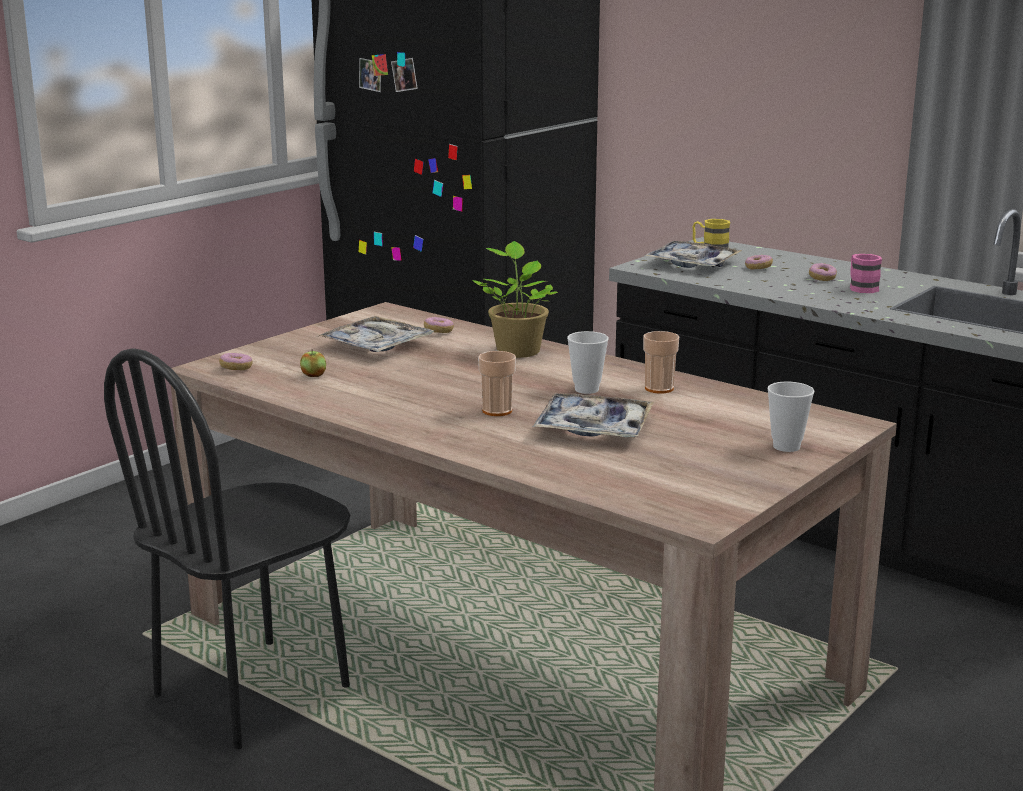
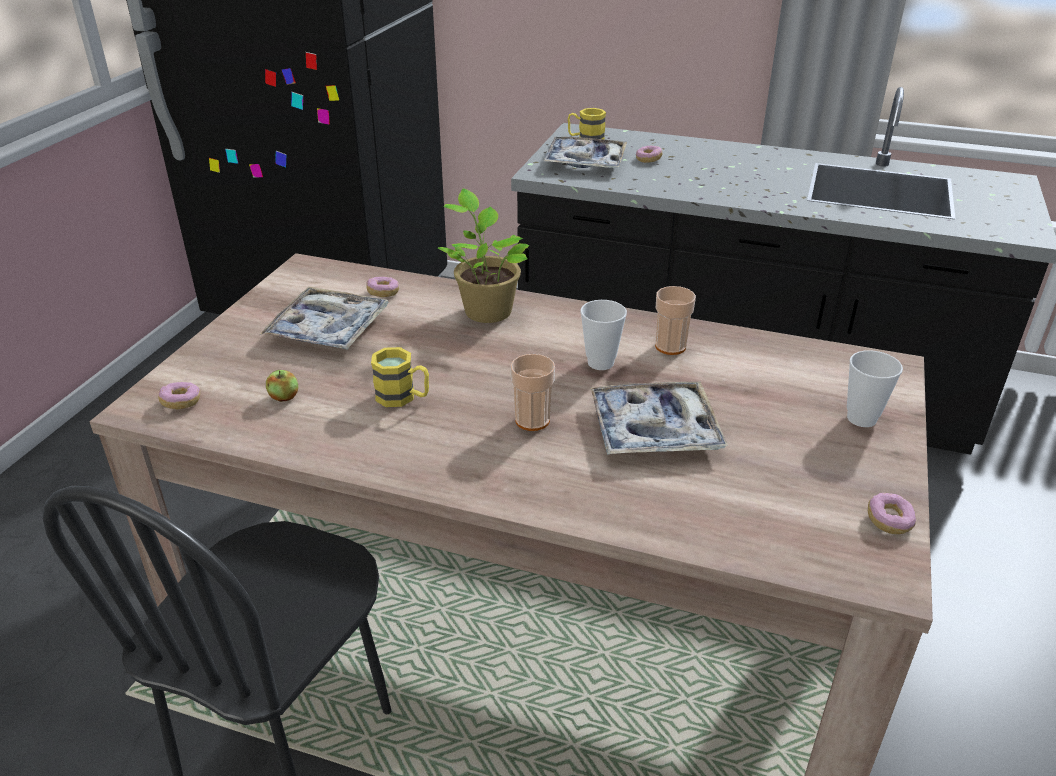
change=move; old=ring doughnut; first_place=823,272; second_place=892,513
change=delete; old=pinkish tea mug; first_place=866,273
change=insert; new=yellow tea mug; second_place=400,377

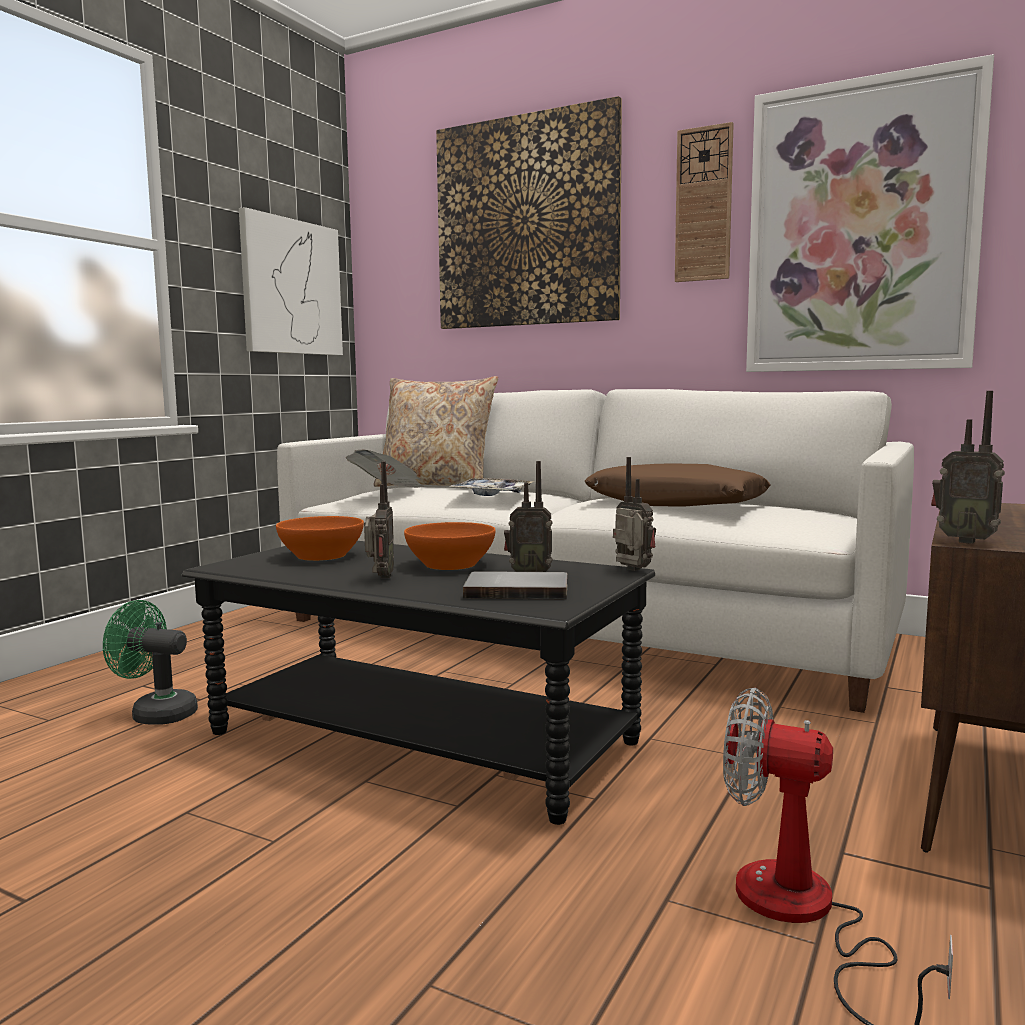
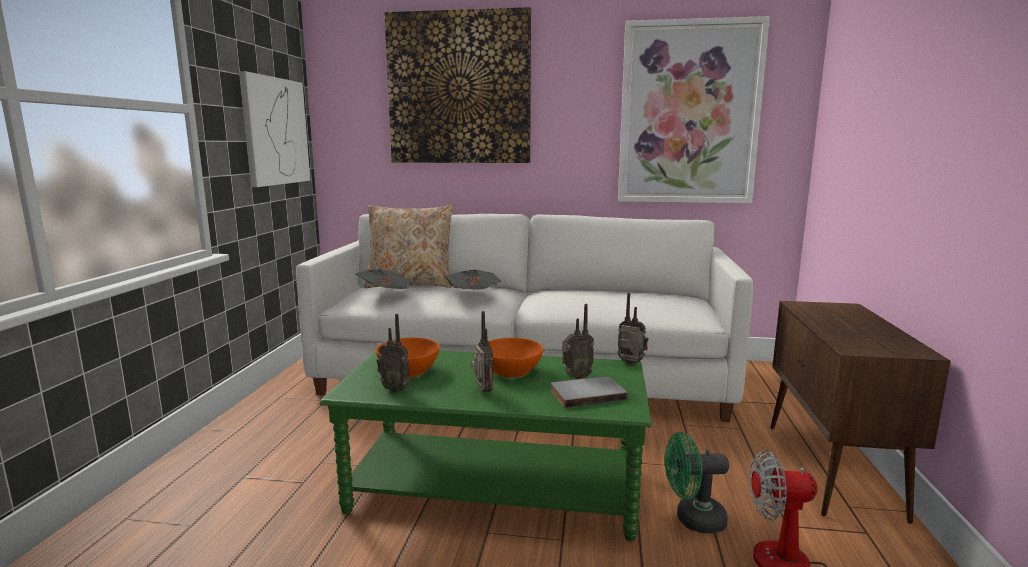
change=move; old=green-coloured fan; first_place=150,662; second_place=697,482
change=recolor; old=blackish lounge table; new=green-coloured lounge table; first_place=418,683; second_place=485,445
change=replace; old=serving tray; new=newspaper; first_place=492,487; second_place=472,280
change=delete; old=brownish cushion; first_place=678,485
change=delete; old=hanging clock; first_place=704,202
change=move; old=radio receiver; first_place=968,467; second_place=393,353

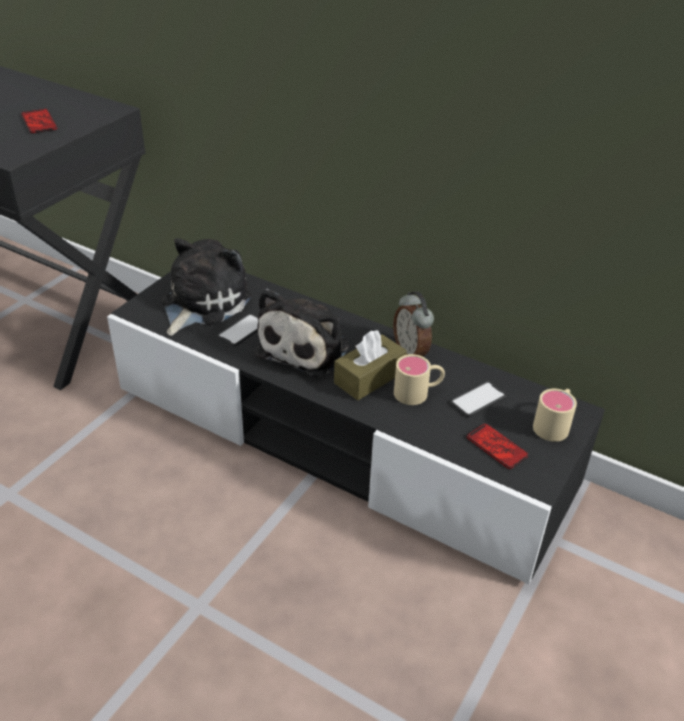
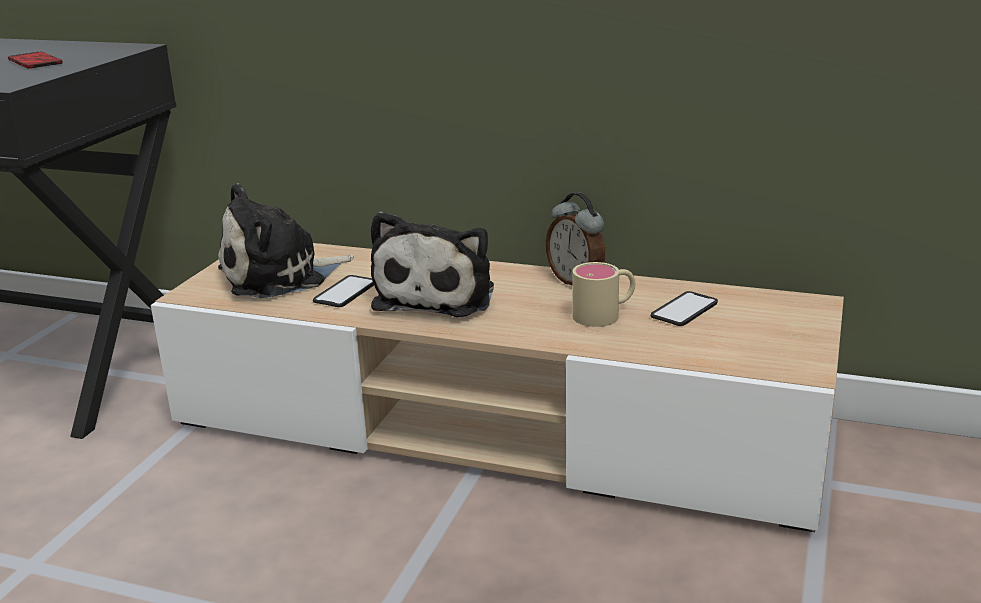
change=recolor; old=blackish tv unit; new=beige-coloured tv unit; first_place=356,427; second_place=497,387
change=rotate; old=cuddly toy; first_place=207,287; second_place=286,240; degrees=-135
change=delete; old=brownish tissue box; first_place=370,365
change=delete; old=telephone; first_place=497,446
change=delete; old=beige-coloured tea mug; first_place=555,415

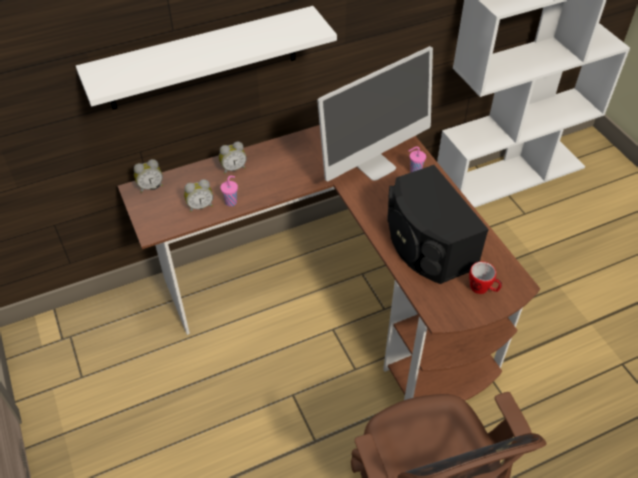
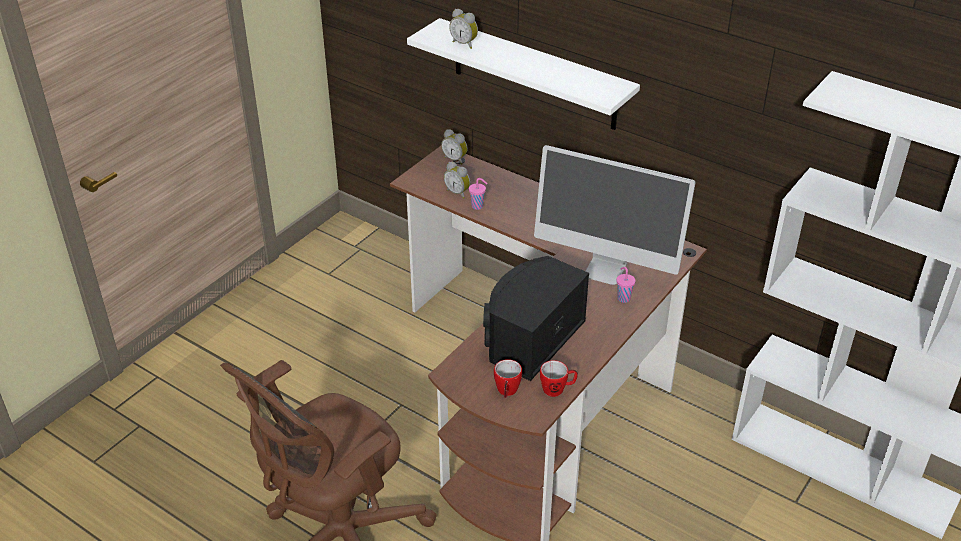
change=move; old=alarm clock; first_place=233,158; second_place=463,29
change=insert; new=tea mug; second_place=559,378

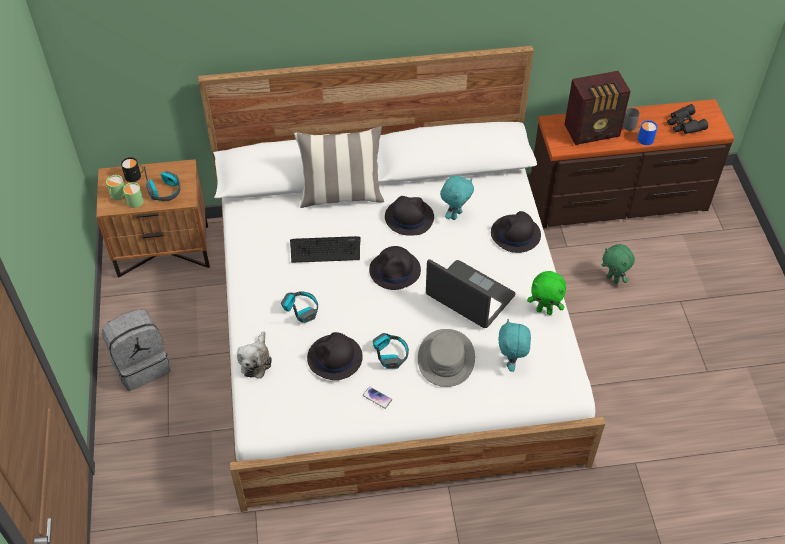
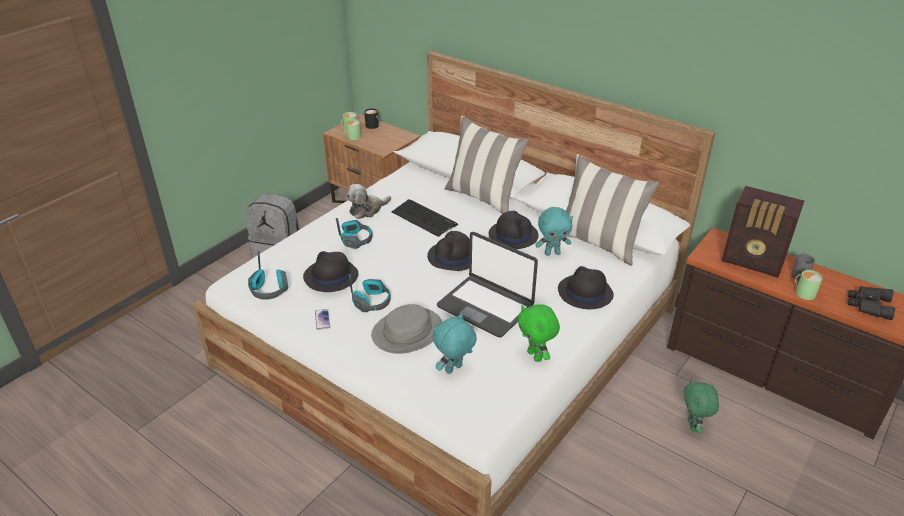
change=move; old=headphones; first_place=162,184; second_place=268,275
change=move; old=cuddly toy; first_place=254,354; second_place=368,201
change=rotate; old=portable computer; first_place=471,293; second_place=487,284; degrees=135
change=recolor; old=blue-coloured tea mug; new=green-coloured tea mug; first_place=646,132; second_place=809,285
change=insert; new=cushion; second_place=613,210

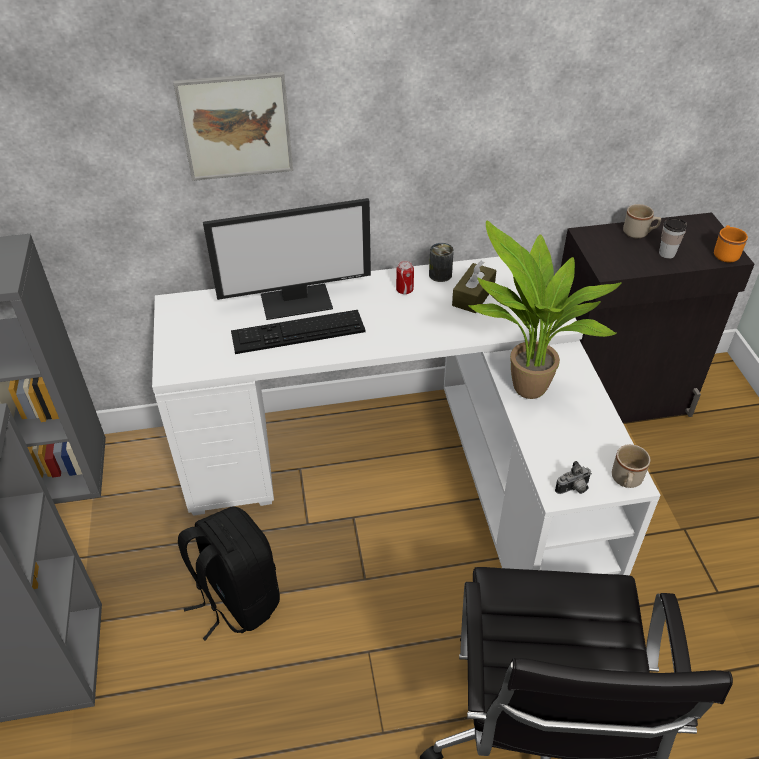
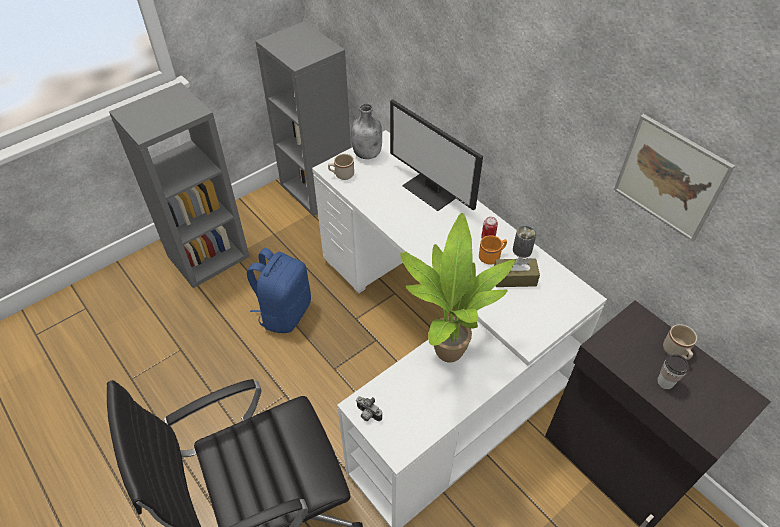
change=move; old=picture; first_place=233,126; second_place=674,178
change=recolor; old=blackish knapsack; new=blue-coloured knapsack; first_place=229,573; second_place=279,290
change=delete; old=computer keyboard; first_place=298,332
change=move; old=beige-coloured tea mug; first_place=631,466; second_place=341,167
change=move; old=orangey tea mug; first_place=731,244; second_place=493,250
change=insert; new=greyish drink bottle; second_place=366,131

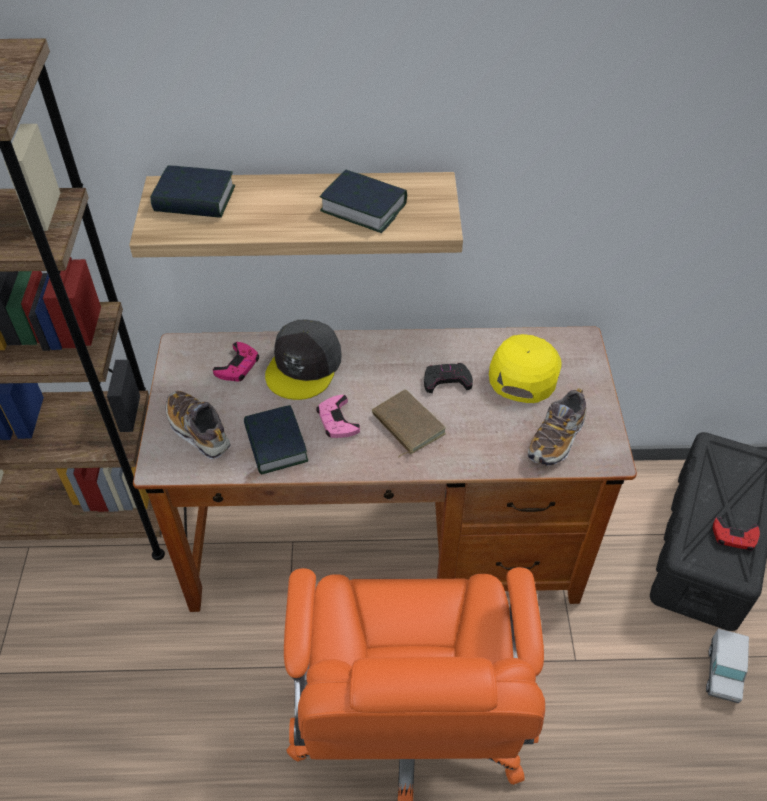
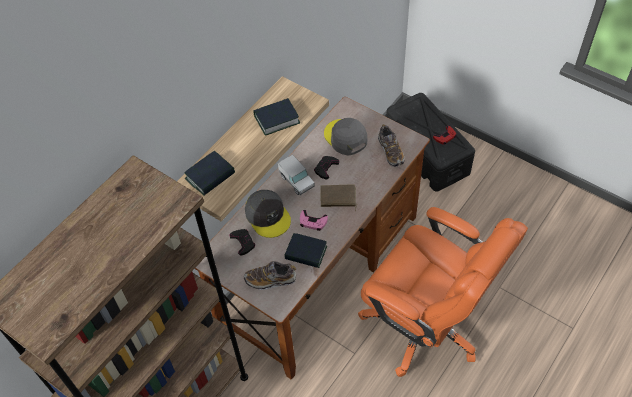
change=recolor; old=pinkish gamepad; new=blackish gamepad; first_place=236,361; second_place=242,242
change=recolor; old=yellow cap; new=greyish cap; first_place=525,368; second_place=345,136
change=move; old=toy truck; first_place=727,666; second_place=296,174

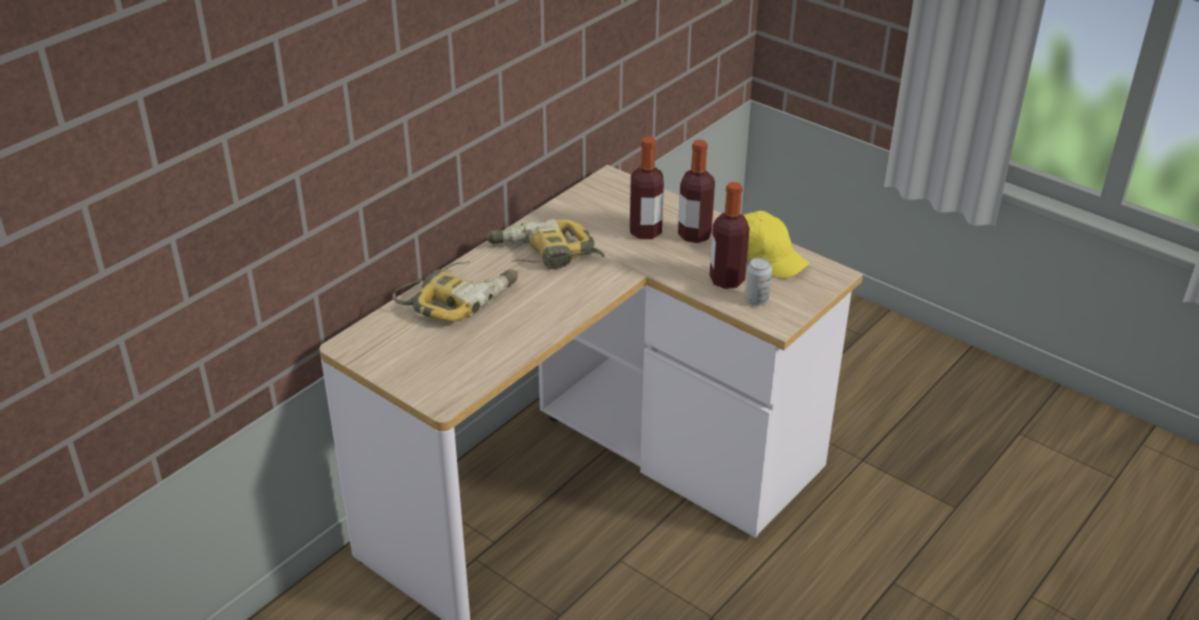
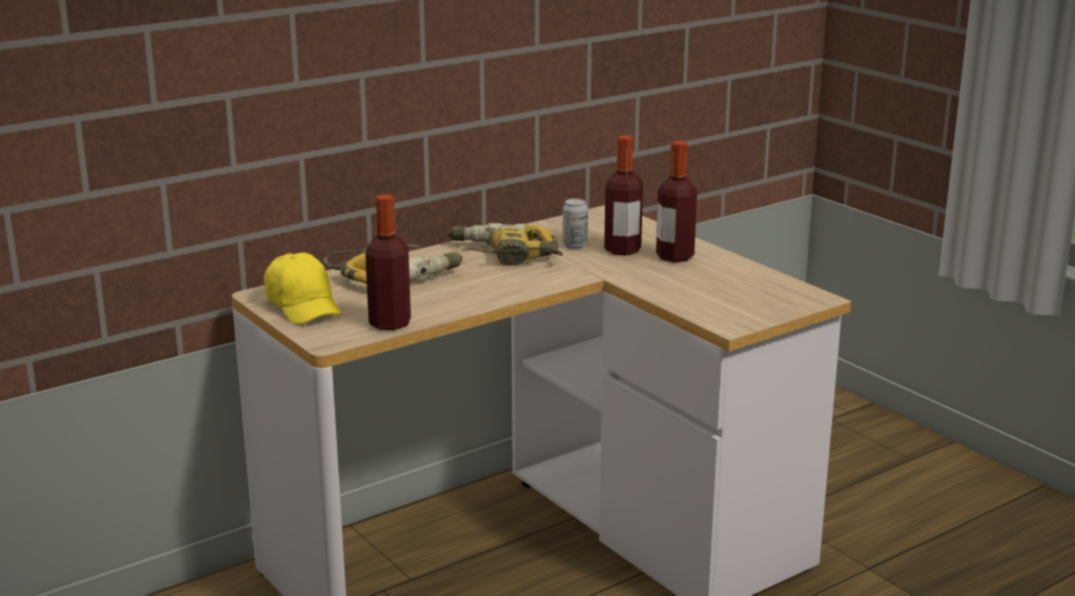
change=move; old=drink bottle; first_place=730,235; second_place=388,262
change=move; old=yellow cap; first_place=776,245; second_place=303,288
change=move; old=can; first_place=758,282; second_place=575,223

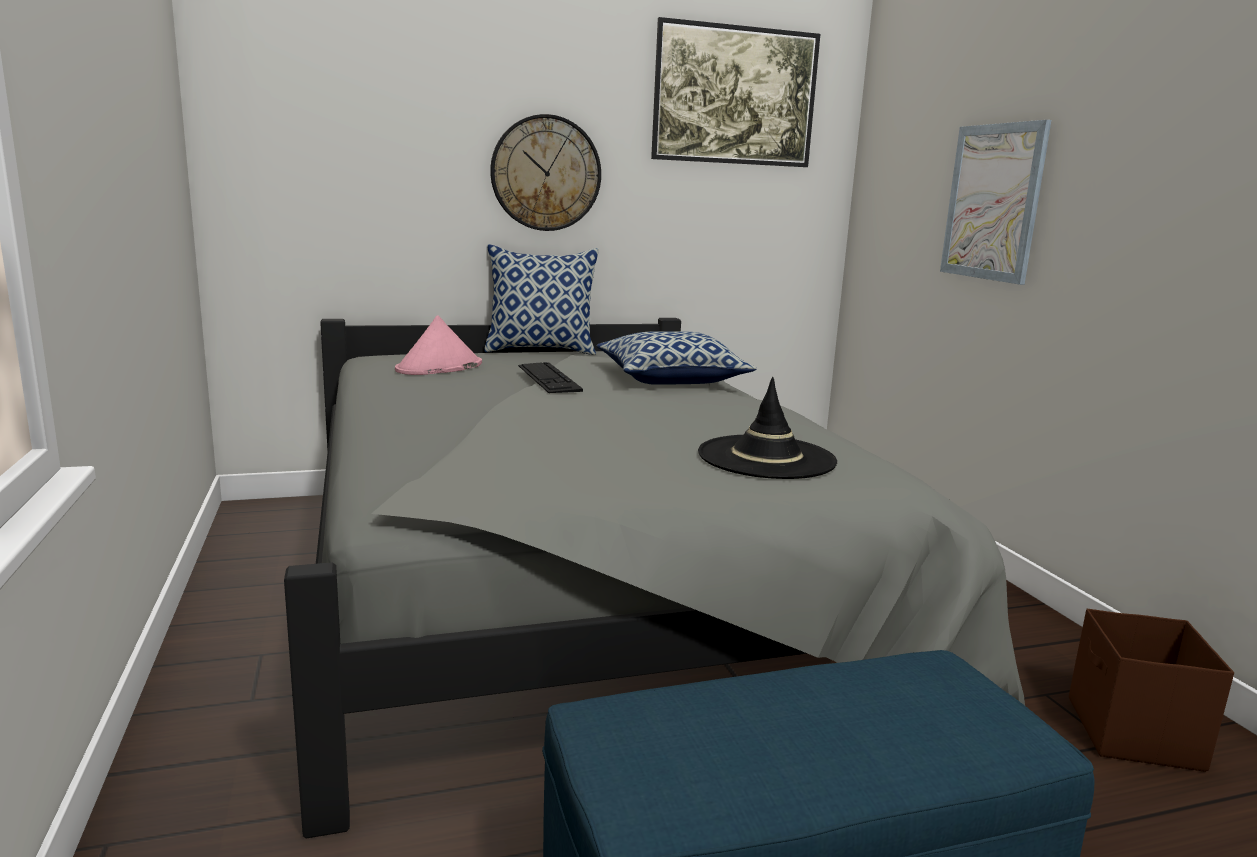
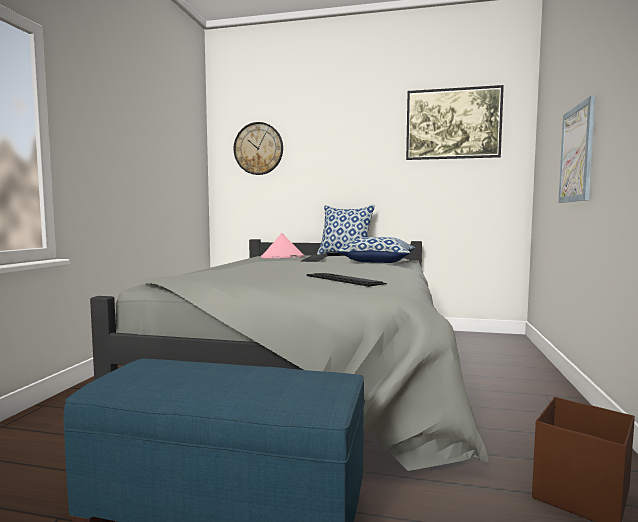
change=move; old=hanging clock; first_place=545,172; second_place=258,148
change=replace; old=blackish wearable hat; new=computer keyboard; first_place=767,428; second_place=347,280

